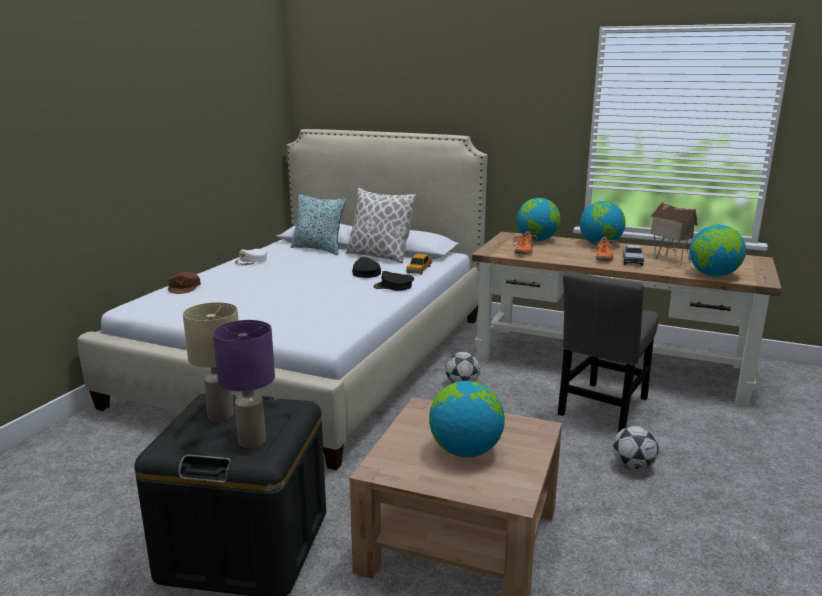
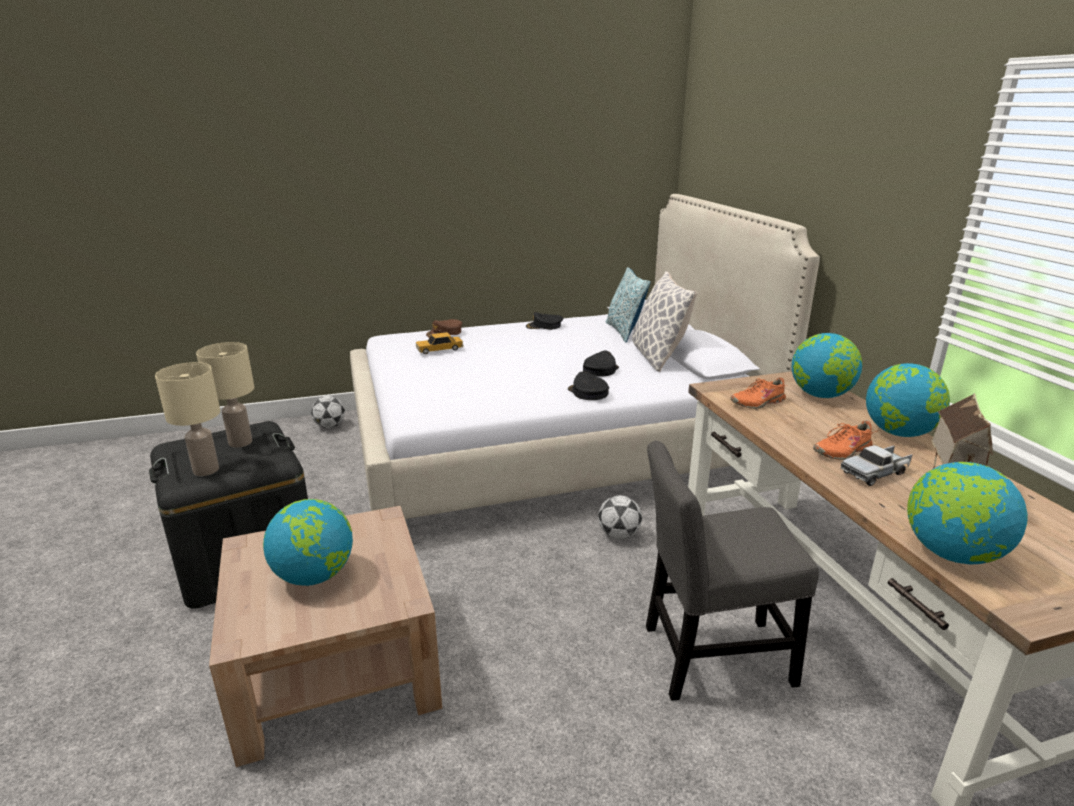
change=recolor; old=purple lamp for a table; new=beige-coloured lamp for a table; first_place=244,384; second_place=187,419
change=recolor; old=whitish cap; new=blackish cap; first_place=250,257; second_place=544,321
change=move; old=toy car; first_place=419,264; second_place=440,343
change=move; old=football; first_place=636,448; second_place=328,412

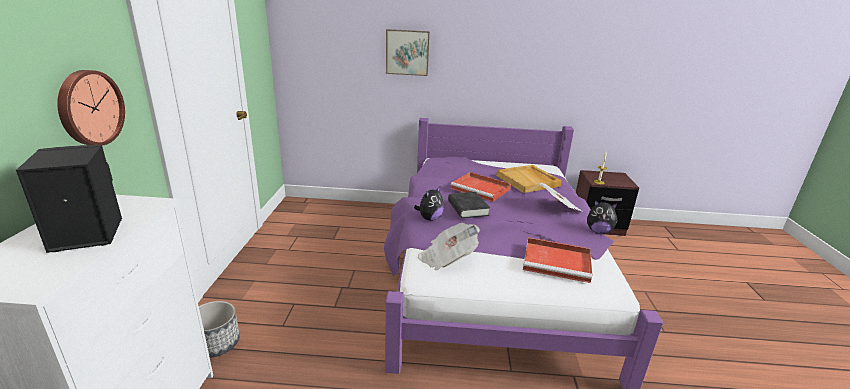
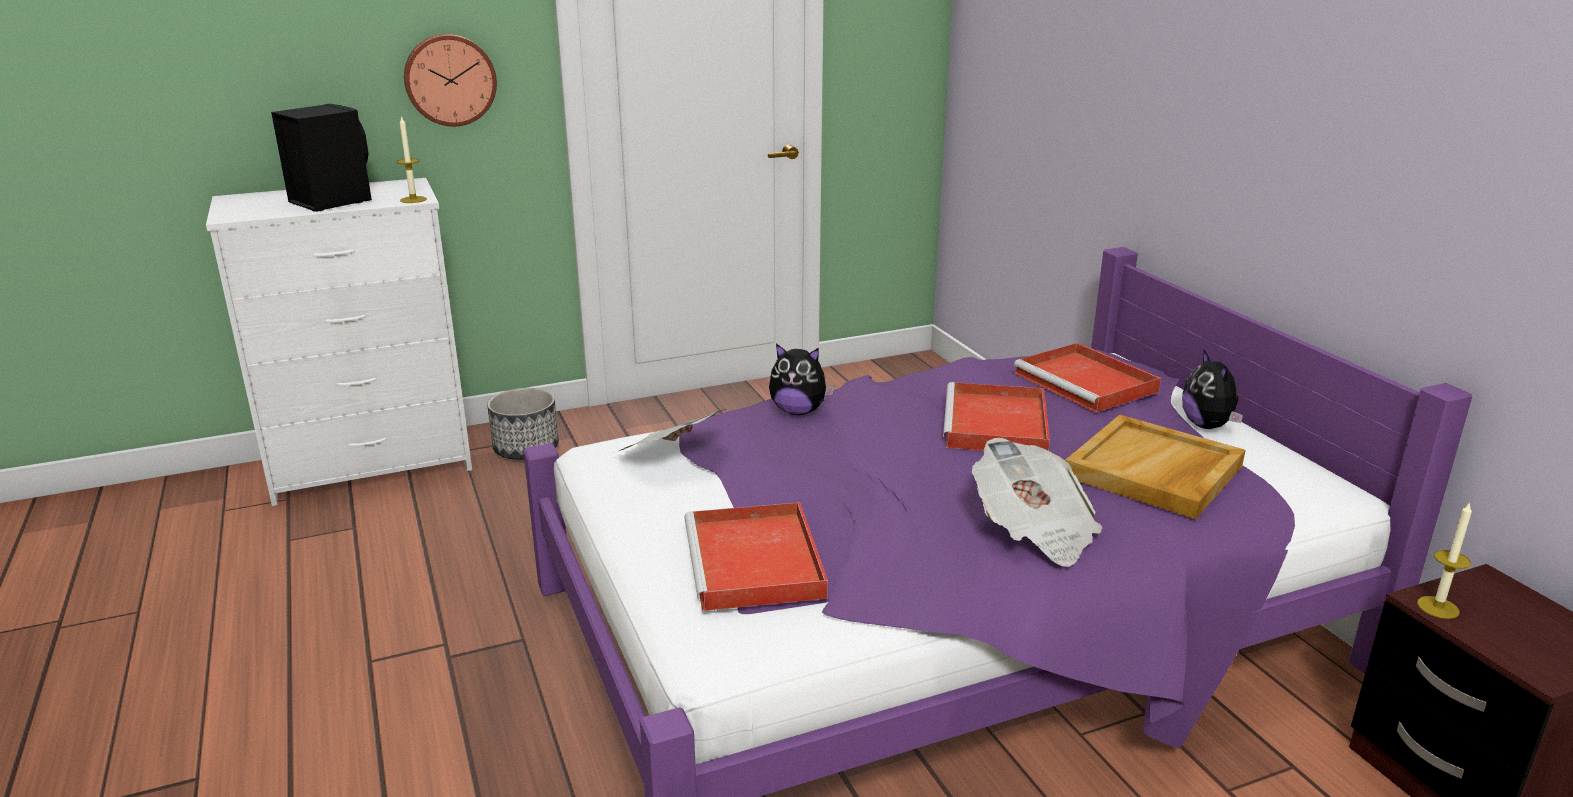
change=delete; old=picture; first_place=408,52
change=delete; old=blackish volume; first_place=469,205
change=move; old=cuddly toy; first_place=602,217; second_place=1212,389
change=insert; new=wax candle; second_place=411,159
change=insert; new=red-coloured serving tray; second_place=1087,378

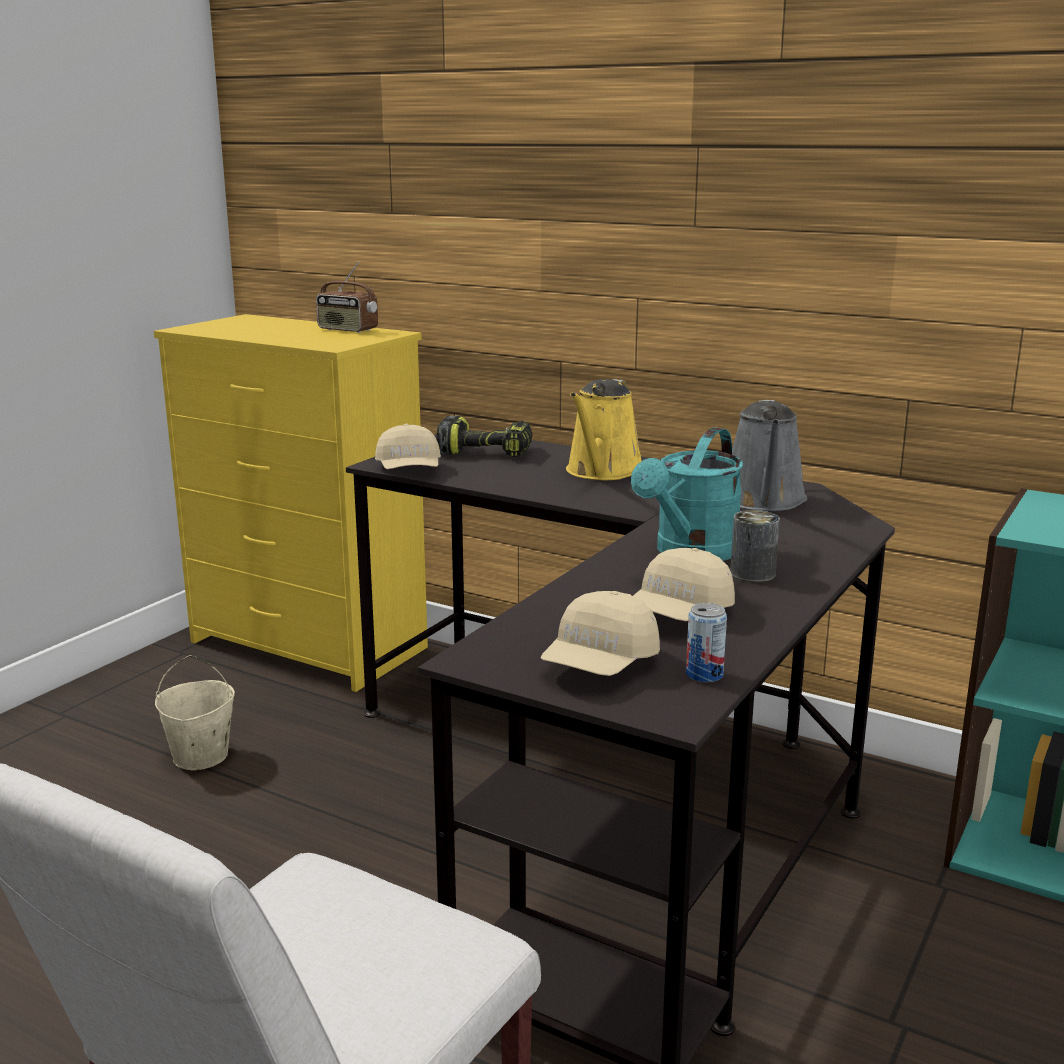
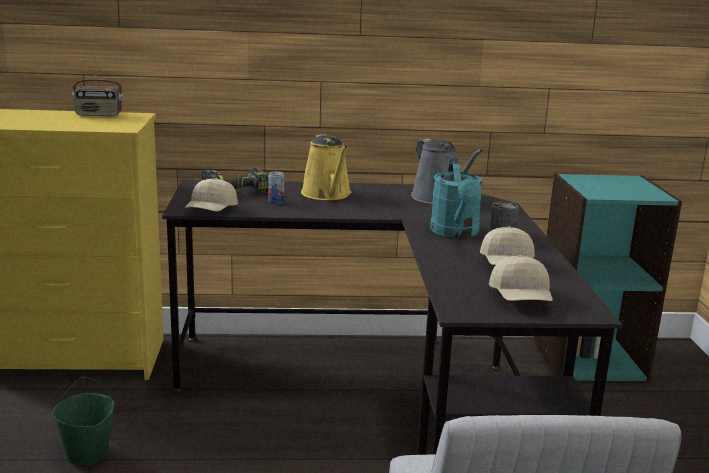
change=recolor; old=beige-coloured bucket; new=green-coloured bucket; first_place=195,712; second_place=83,421
change=rotate; old=beige-coloured cap; first_place=408,446; second_place=211,194; degrees=60
change=move; old=can; first_place=706,643; second_place=276,187

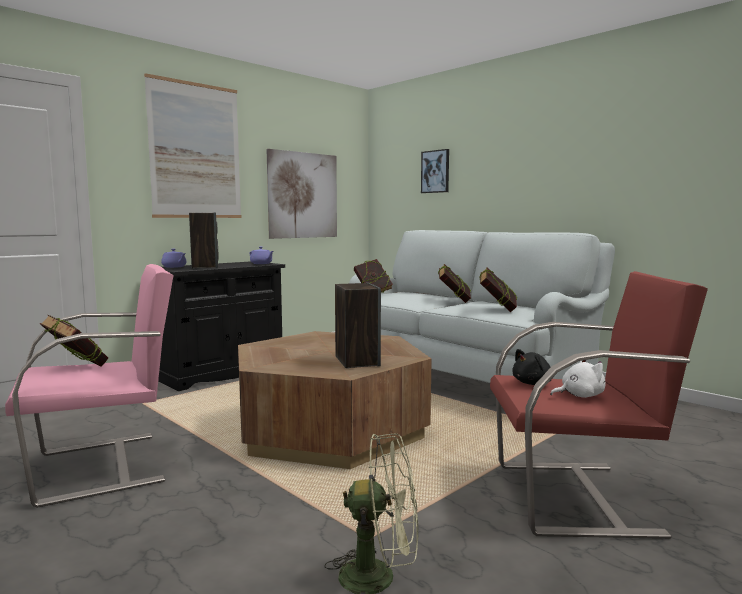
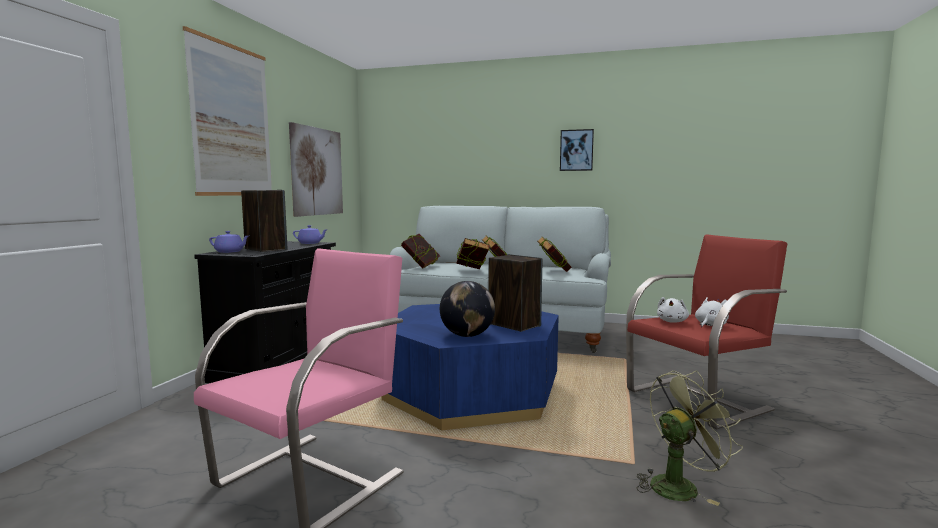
change=move; old=volume; first_place=73,341; second_place=473,253
change=recolor; old=brownish lounge table; new=blue-coloured lounge table; first_place=335,400; second_place=470,367
change=move; old=picture; first_place=435,171; second_place=577,150
change=recolor; old=blackish cuddly toy; new=whitish cuddly toy; first_place=532,367; second_place=673,310
change=insert; new=world globe; second_place=467,309

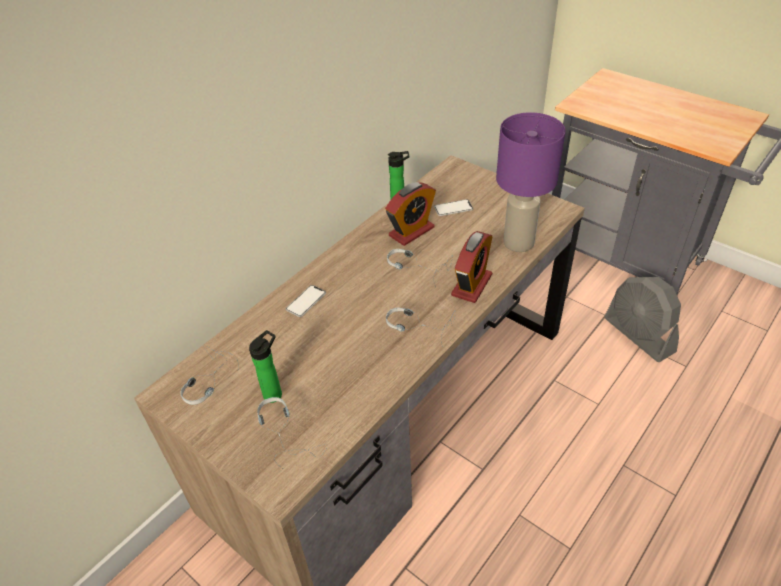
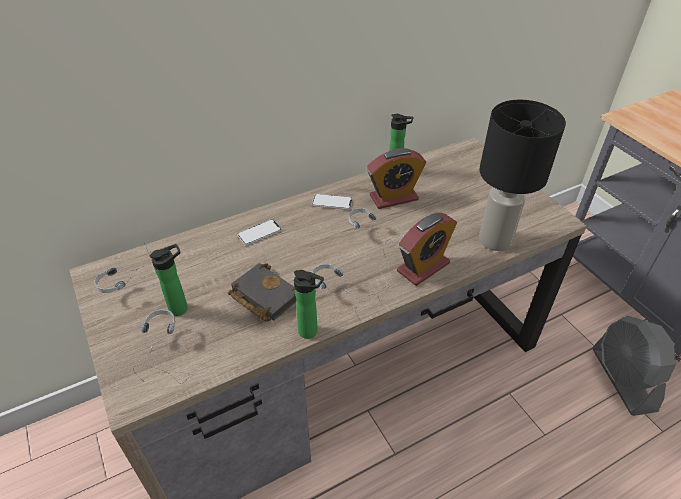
change=move; old=telephone; first_place=453,207; second_place=332,202
change=recolor; old=purple lamp for a table; new=blackish lamp for a table; first_place=531,182; second_place=522,175
change=insert; new=blackish volume; second_place=262,292
change=insert; new=drink bottle; second_place=309,304

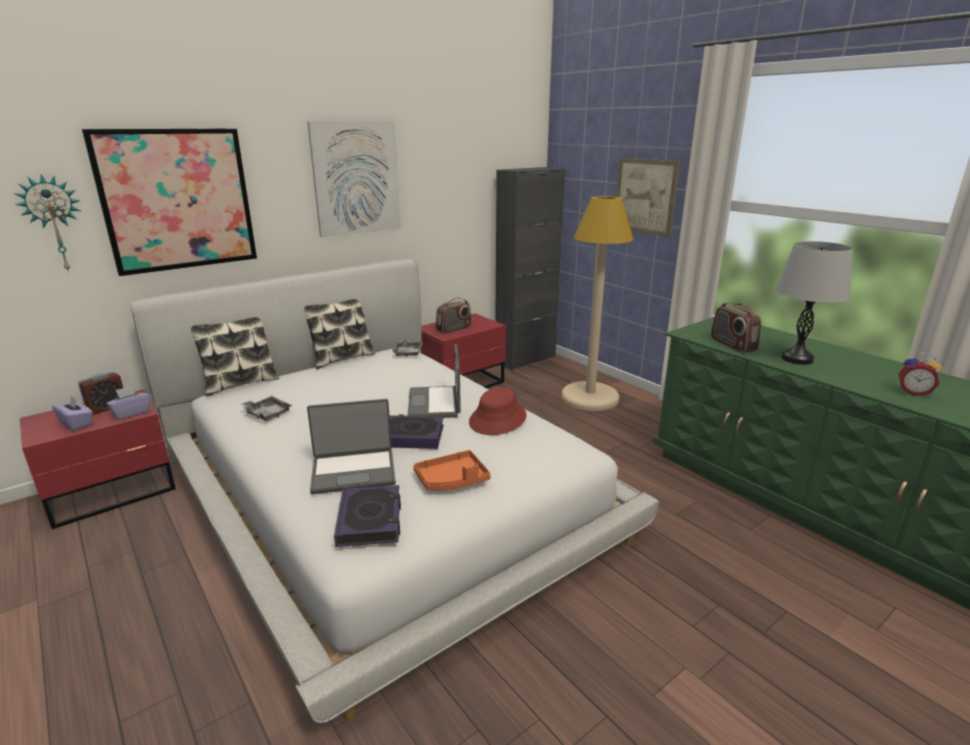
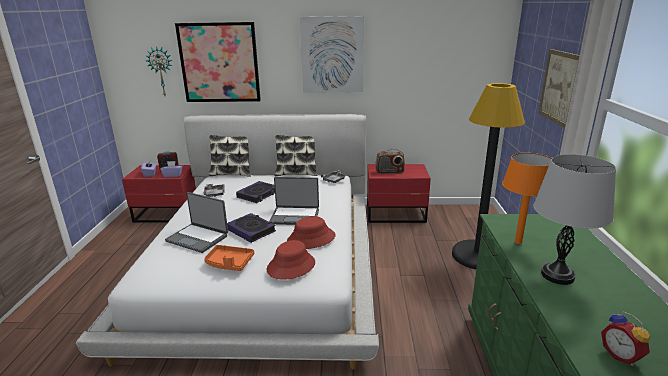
change=move; old=volume; first_place=367,516; second_place=255,192
change=rotate; old=portable computer; first_place=434,381; second_place=294,201; degrees=-120
change=delete; old=blackish cabinet; first_place=530,268
change=recolor; old=beige-coloured floor lamp; new=blackish floor lamp; first_place=597,303; second_place=488,176
change=replace; old=radio receiver; new=orangey lamp for a table; first_place=736,328; second_place=527,198
change=insert; new=red-coloured wearable hat; second_place=291,260

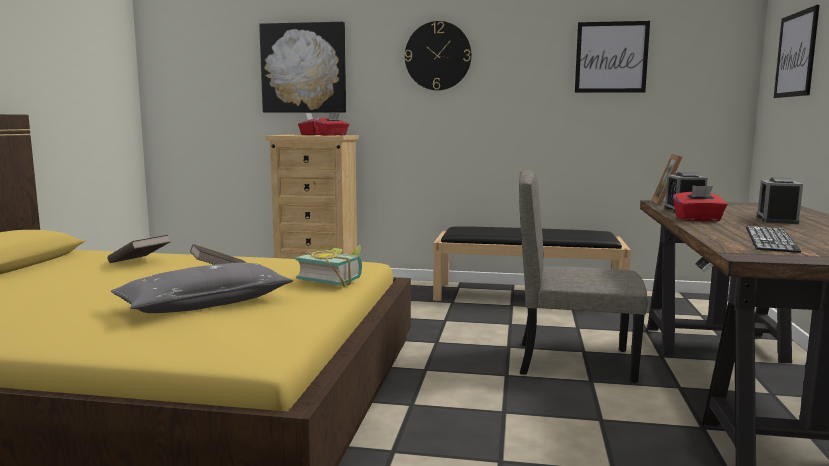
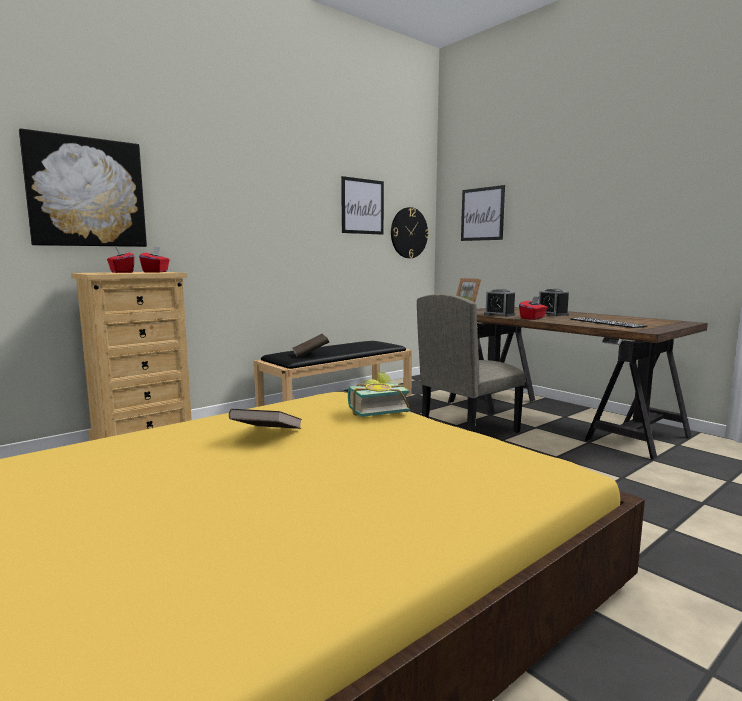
change=move; old=brownish volume; first_place=139,249; second_place=310,346
change=delete; old=greyish cushion; first_place=202,288
change=move; old=hanging clock; first_place=438,55; second_place=410,232

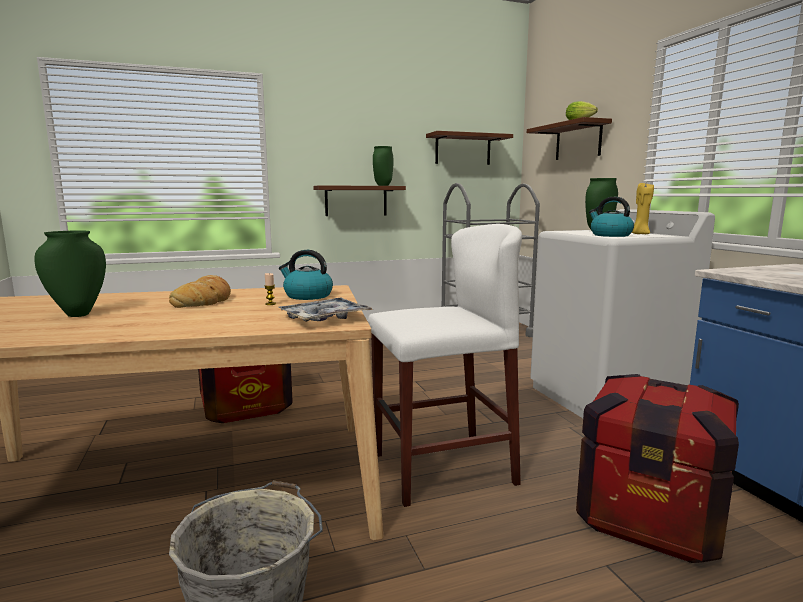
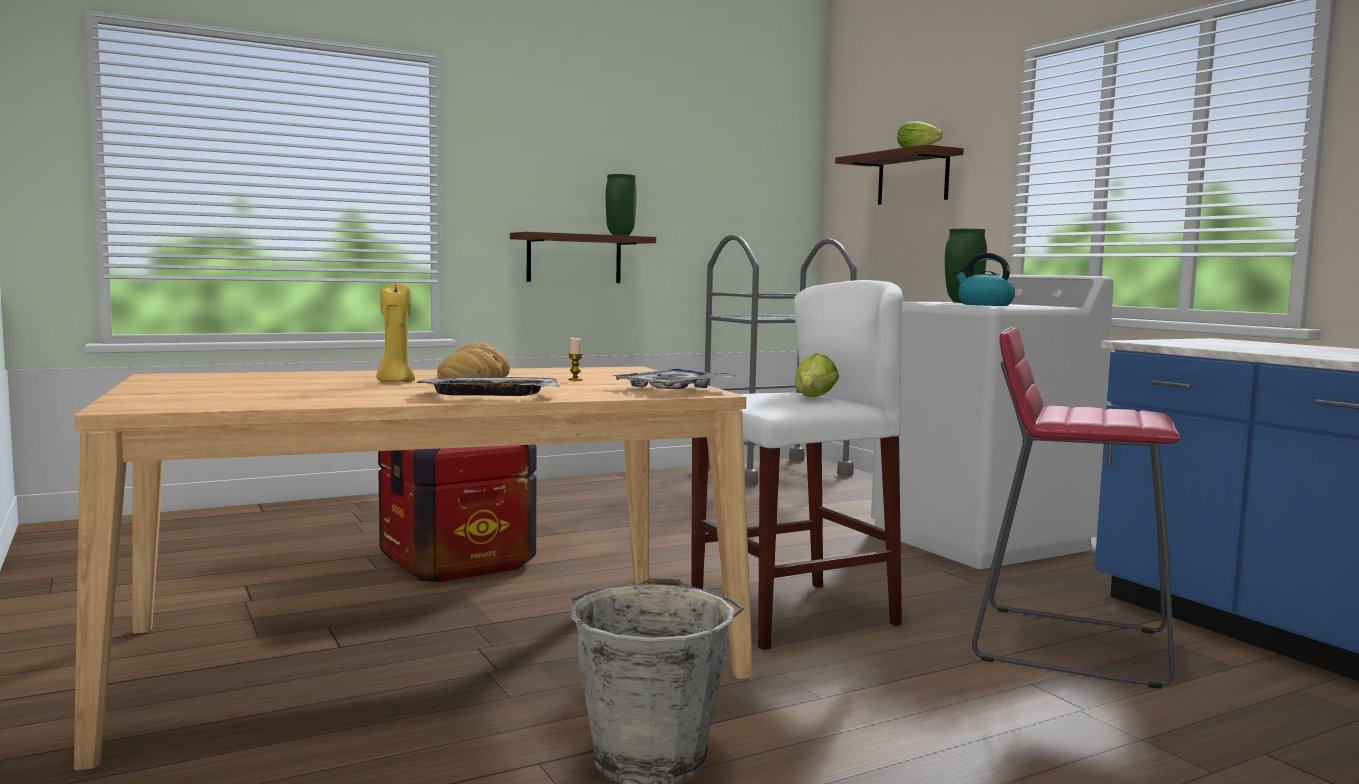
change=delete; old=green-coloured vase; first_place=70,274
change=delete; old=water kettle; first_place=306,275
change=delete; old=brownish wall shelf; first_place=469,148
change=replace; old=shipping crate; new=red-coloured stool seat; first_place=657,468; second_place=1076,508
change=move; old=yellow wax candle; first_place=643,208; second_place=395,332
change=insert; new=serving tray; second_place=488,386
change=insert; new=lettuce; second_place=817,375

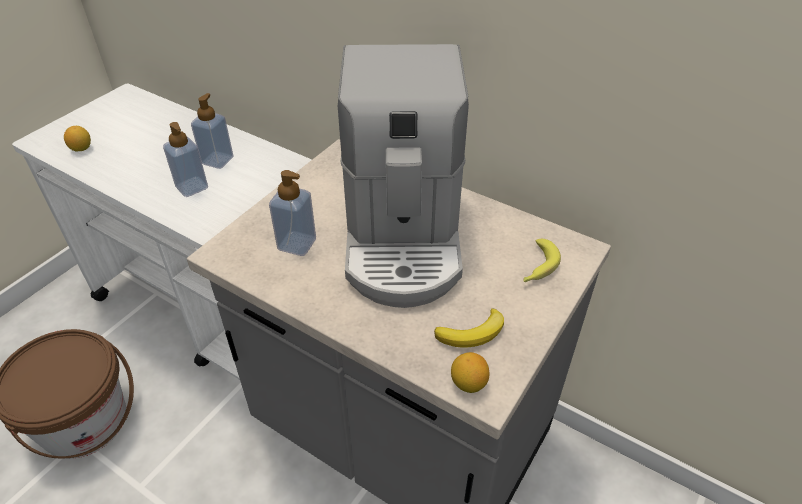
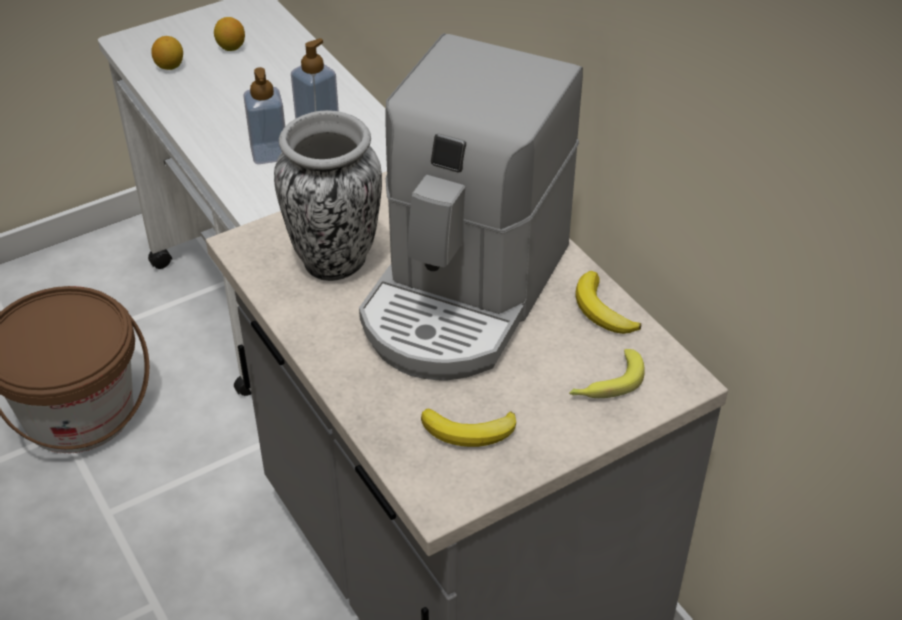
change=replace; old=liquid soap bottle; new=vase; first_place=292,213; second_place=328,195
change=move; old=citrus fruit; first_place=470,372; second_place=229,34
change=insert; new=whole banana; second_place=608,302

